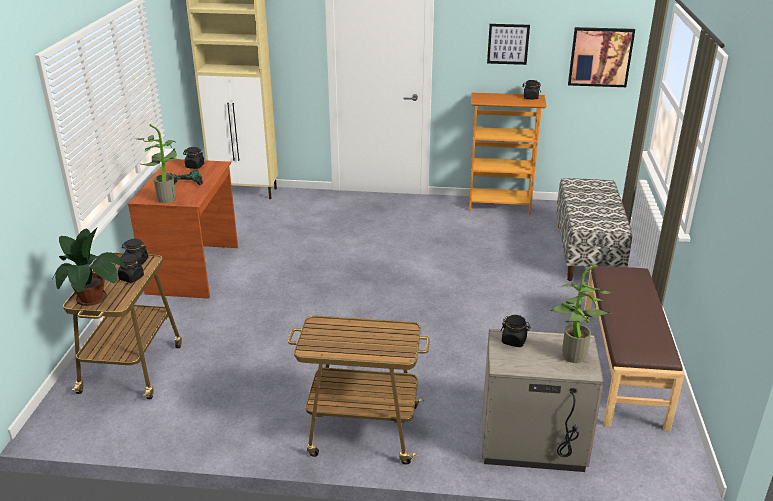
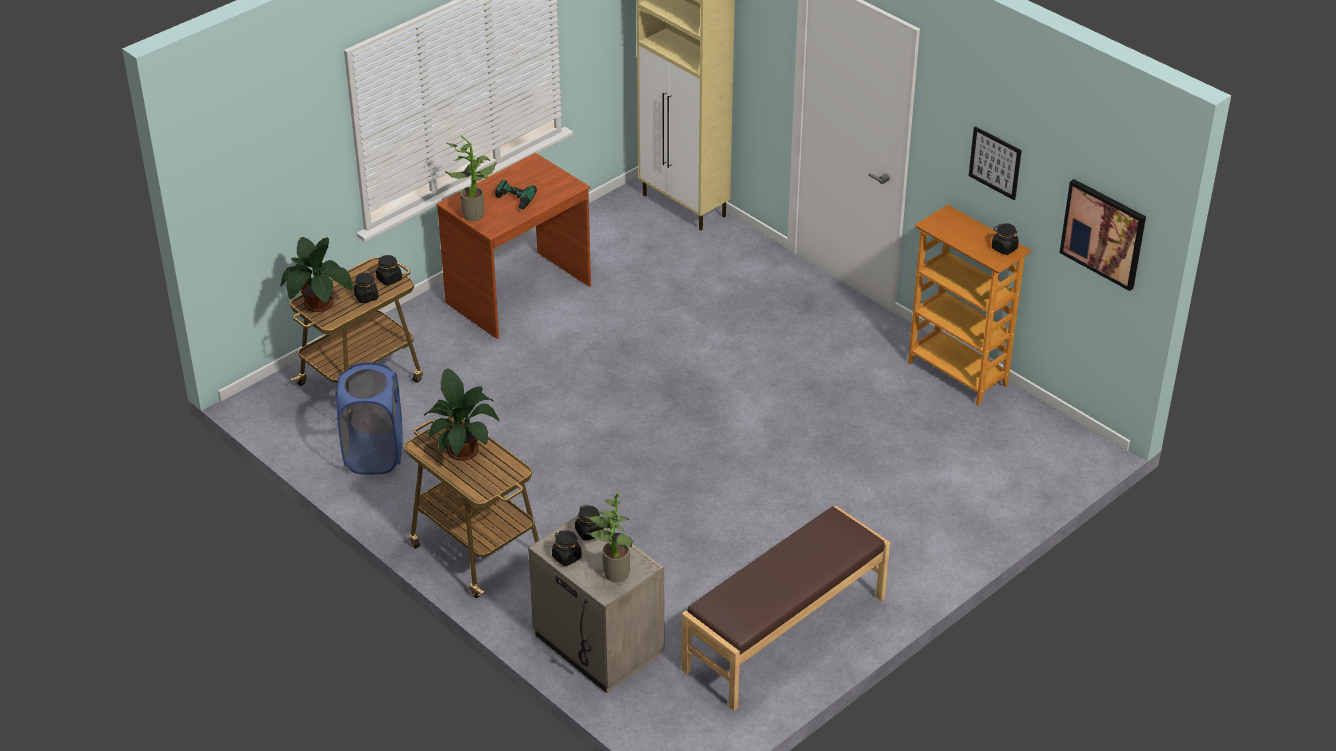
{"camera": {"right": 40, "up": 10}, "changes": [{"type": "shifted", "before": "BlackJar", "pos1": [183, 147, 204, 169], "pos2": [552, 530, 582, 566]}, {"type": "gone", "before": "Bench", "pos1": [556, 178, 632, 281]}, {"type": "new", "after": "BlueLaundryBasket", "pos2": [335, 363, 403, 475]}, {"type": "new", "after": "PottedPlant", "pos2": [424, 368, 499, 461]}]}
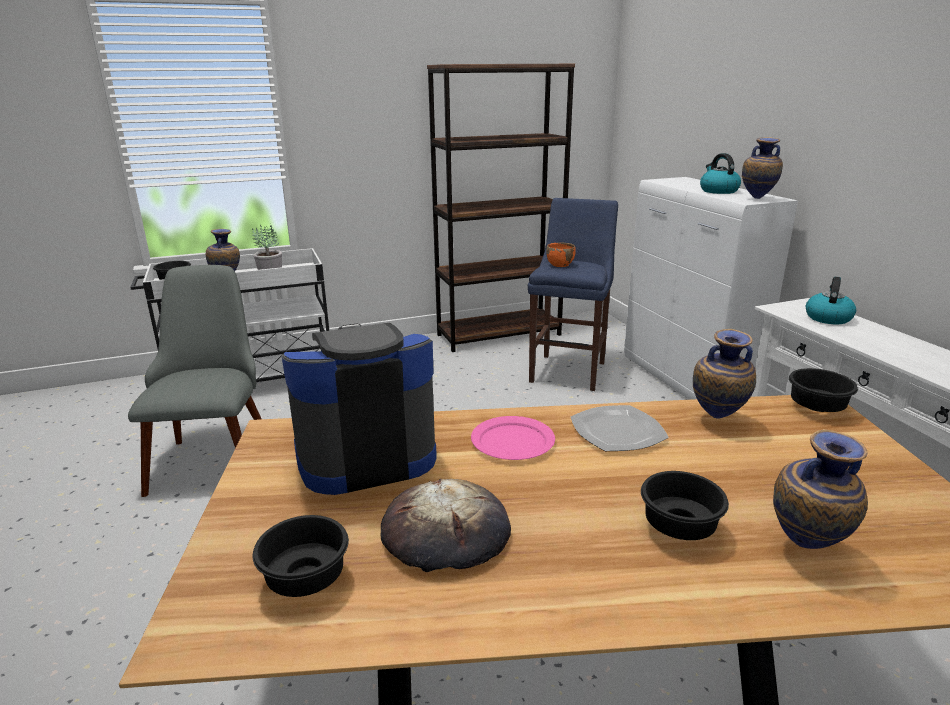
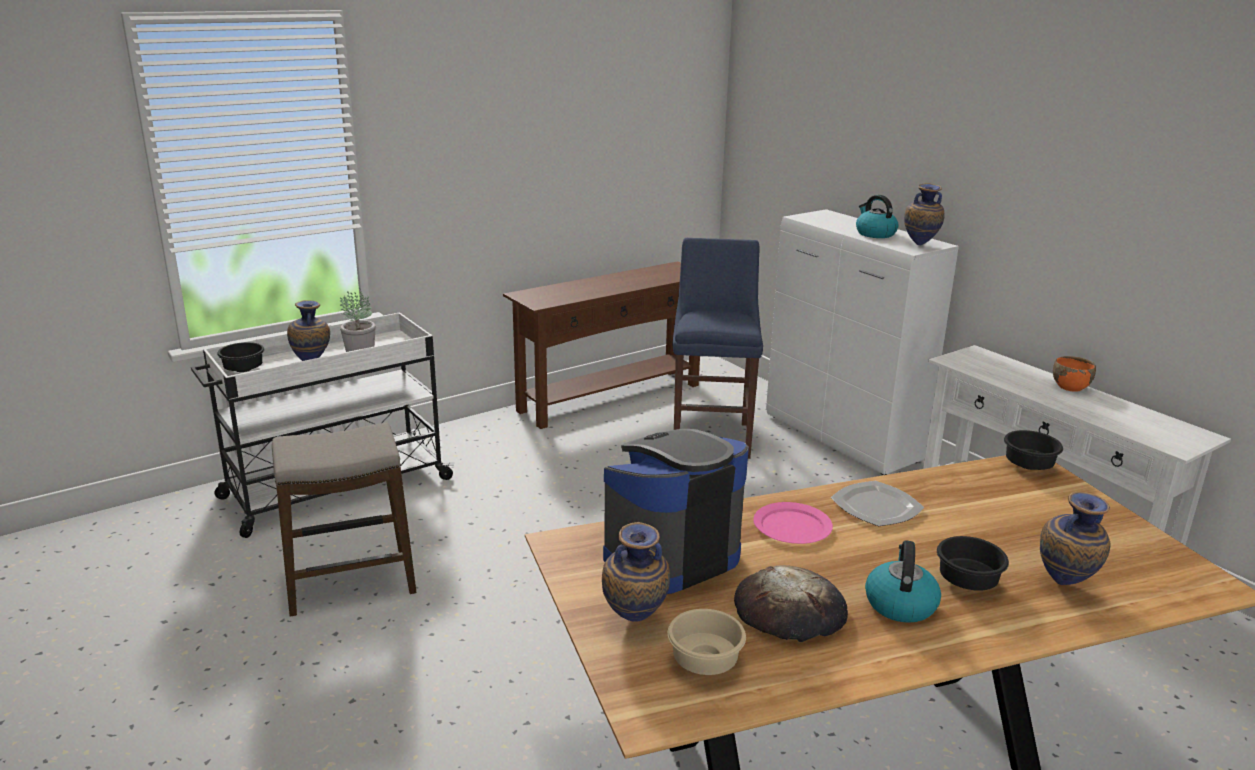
{"camera": {"right": -15, "up": 0}, "changes": [{"type": "swapped", "before": "GreyChair", "after": "Stool", "pos1": [128, 265, 261, 497], "pos2": [272, 423, 417, 617]}, {"type": "repainted", "before": "BlackBowl", "after": "BeigeBowl", "pos1": [253, 515, 349, 597], "pos2": [668, 609, 746, 675]}, {"type": "swapped", "before": "BrownBookcase", "after": "BrownConsoleTable", "pos1": [427, 64, 575, 352], "pos2": [503, 261, 700, 429]}, {"type": "shifted", "before": "OrangeBowl", "pos1": [546, 242, 576, 267], "pos2": [1053, 356, 1096, 392]}, {"type": "shifted", "before": "Vase", "pos1": [693, 329, 756, 419], "pos2": [602, 522, 670, 622]}, {"type": "shifted", "before": "Kettle", "pos1": [806, 277, 856, 324], "pos2": [865, 540, 941, 623]}]}
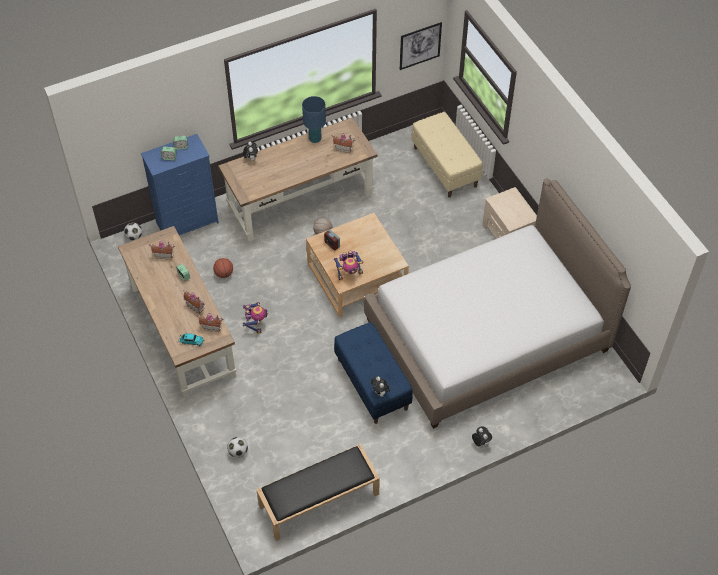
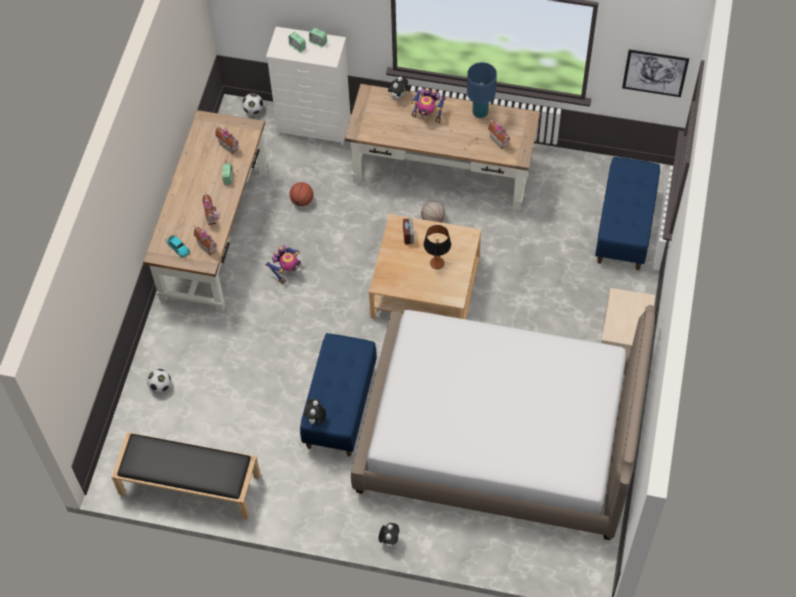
{"camera": {"right": 40, "up": 5}, "changes": [{"type": "repainted", "before": "BlueDresser", "after": "WhiteDresser", "pos1": [141, 134, 219, 235], "pos2": [266, 27, 351, 145]}, {"type": "shifted", "before": "ToyRobot", "pos1": [334, 250, 364, 280], "pos2": [411, 88, 446, 123]}, {"type": "repainted", "before": "BeigeBench", "after": "BlueBench", "pos1": [411, 112, 483, 198], "pos2": [595, 157, 660, 270]}, {"type": "new", "after": "TableLamp", "pos2": [424, 225, 451, 269]}]}
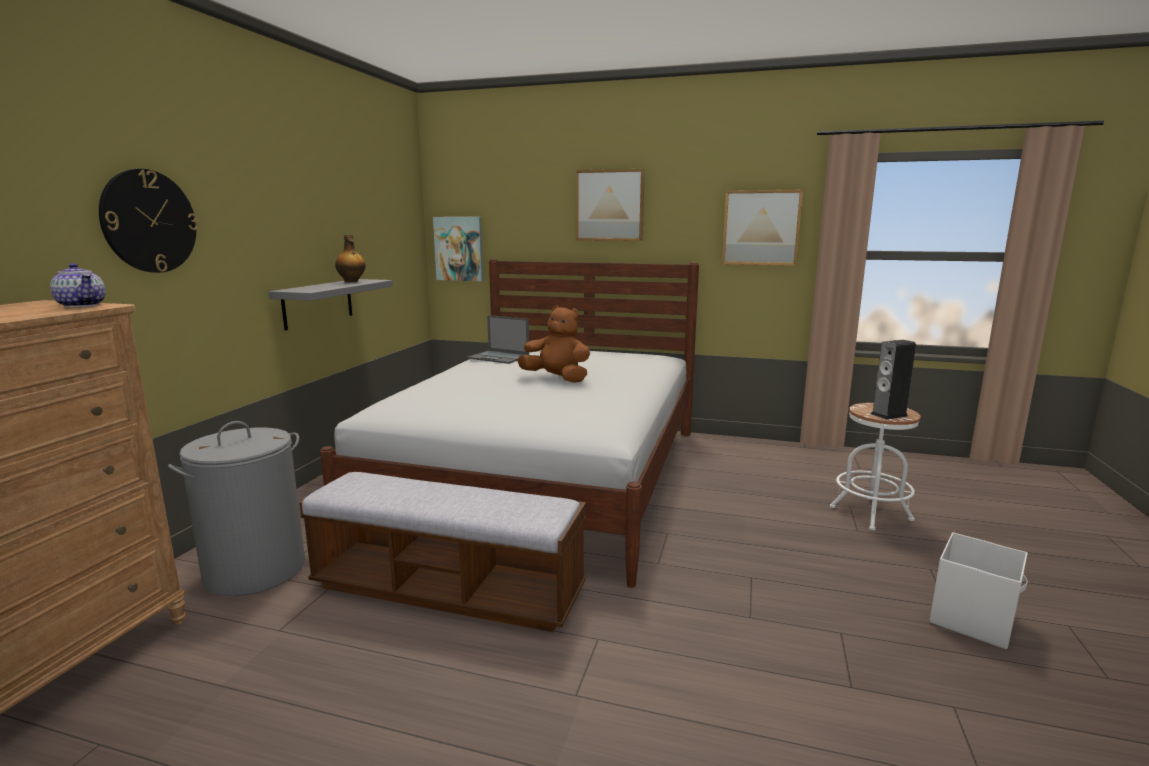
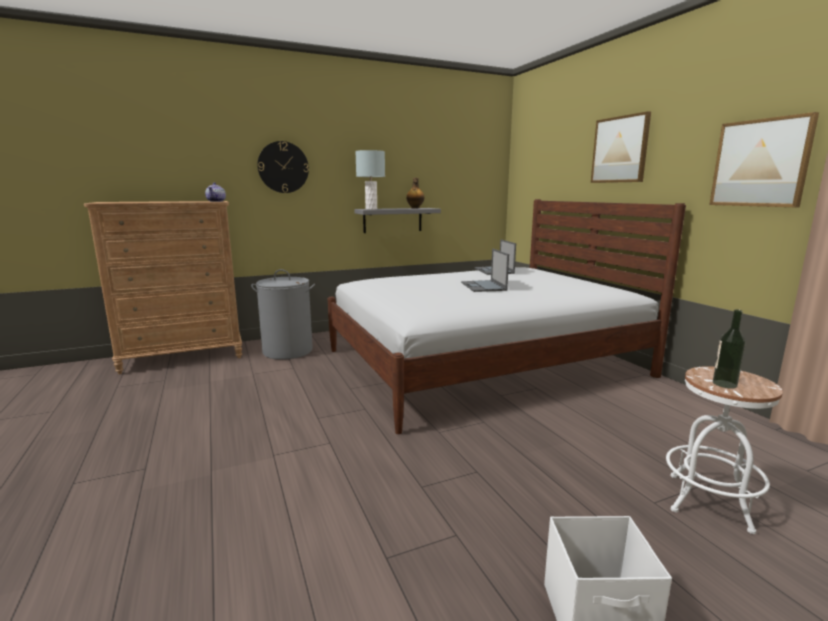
{"camera": {"right": 50, "up": 0}, "changes": [{"type": "gone", "before": "Bench", "pos1": [299, 472, 586, 632]}, {"type": "gone", "before": "Picture", "pos1": [433, 217, 483, 281]}, {"type": "swapped", "before": "BrownPlushToy", "after": "Laptop", "pos1": [517, 305, 590, 383], "pos2": [461, 249, 509, 292]}, {"type": "swapped", "before": "Speaker", "after": "Bottle", "pos1": [871, 340, 916, 420], "pos2": [713, 310, 746, 389]}, {"type": "new", "after": "GreyTableLamp", "pos2": [355, 150, 385, 209]}]}
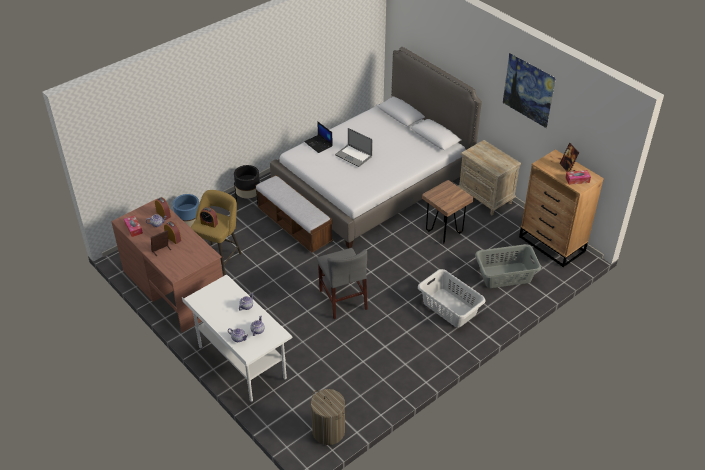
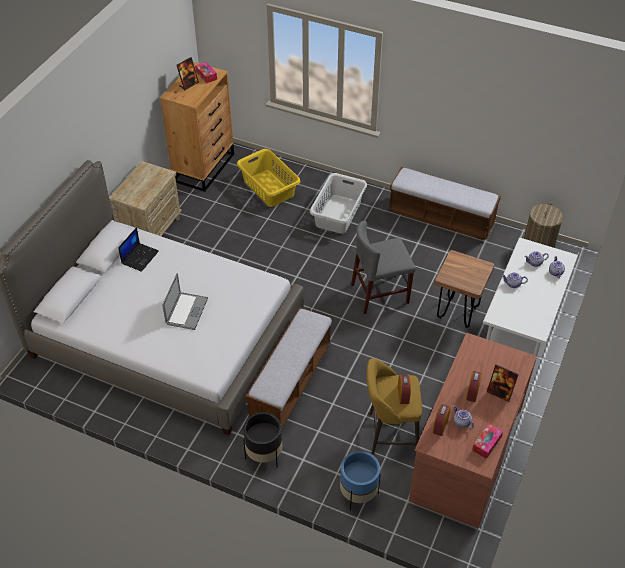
{"camera": {"right": -115, "up": 5}, "changes": [{"type": "shifted", "before": "Laptop", "pos1": [304, 121, 333, 153], "pos2": [118, 227, 159, 272]}, {"type": "rotated", "before": "GreyChair", "pos1": [317, 248, 368, 319], "pos2": [351, 221, 416, 314], "turn": -150}, {"type": "shifted", "before": "BrownStool", "pos1": [422, 180, 473, 243], "pos2": [435, 250, 494, 328]}, {"type": "repainted", "before": "GreyLaundryBasket", "after": "YellowLaundryBasket", "pos1": [475, 244, 541, 288], "pos2": [237, 149, 301, 207]}, {"type": "gone", "before": "Picture", "pos1": [503, 53, 556, 128]}, {"type": "new", "after": "Bench", "pos2": [388, 167, 501, 240]}]}
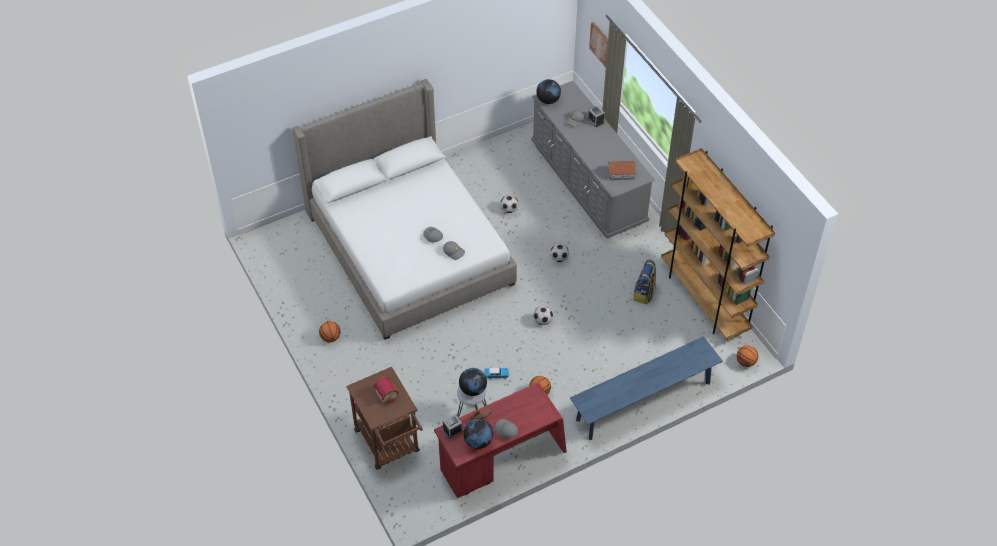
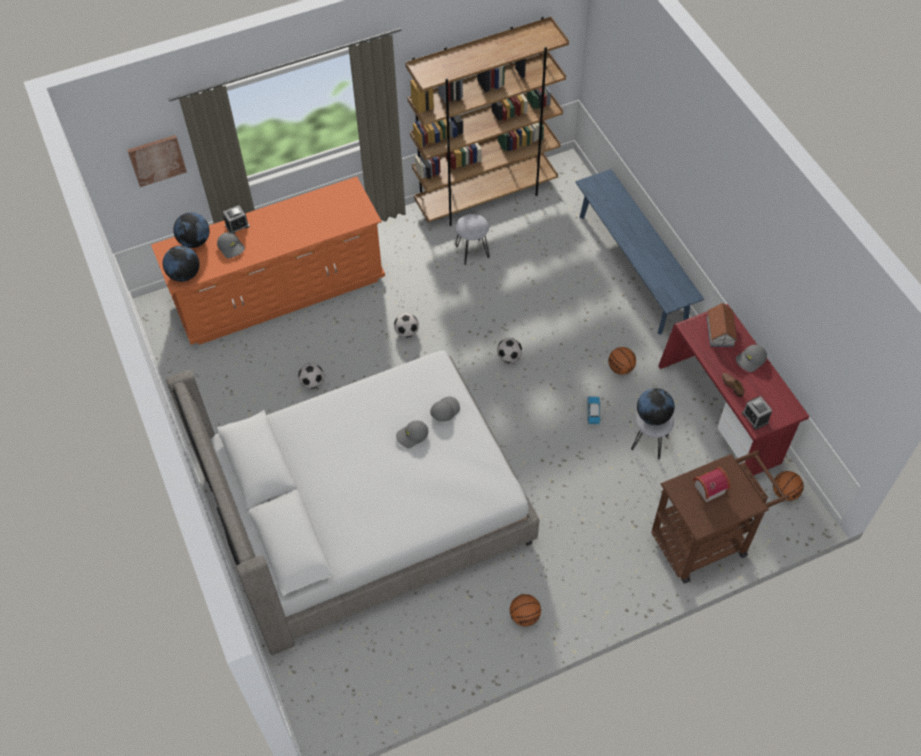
{"camera": {"right": -85, "up": 5}, "changes": [{"type": "shifted", "before": "Globe", "pos1": [463, 419, 493, 449], "pos2": [173, 212, 210, 248]}, {"type": "repainted", "before": "GreyDresser", "after": "OrangeDresser", "pos1": [531, 81, 655, 239], "pos2": [151, 176, 385, 345]}, {"type": "shifted", "before": "ToyHouse", "pos1": [607, 161, 636, 180], "pos2": [707, 303, 738, 347]}, {"type": "swapped", "before": "Backpack", "after": "GreyStool", "pos1": [633, 260, 656, 304], "pos2": [456, 214, 490, 265]}, {"type": "shifted", "before": "Basketball", "pos1": [737, 345, 758, 367], "pos2": [773, 471, 804, 501]}]}
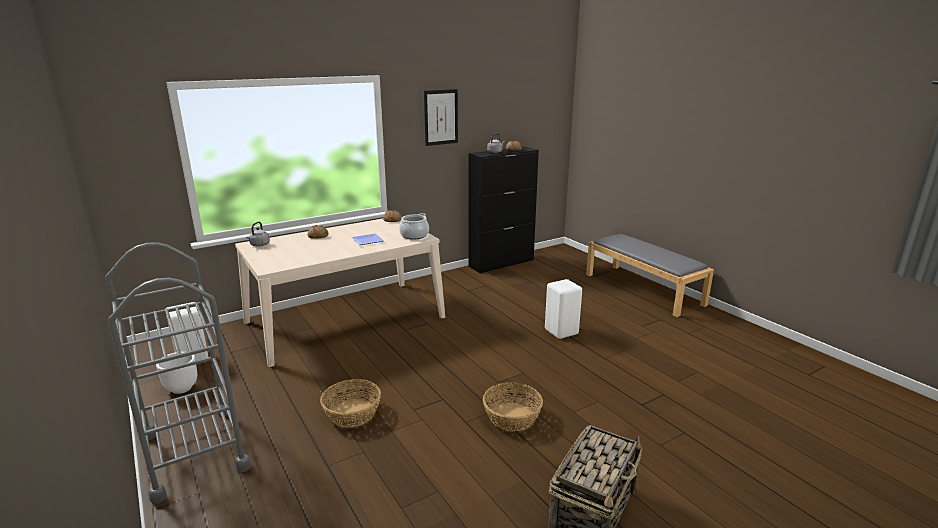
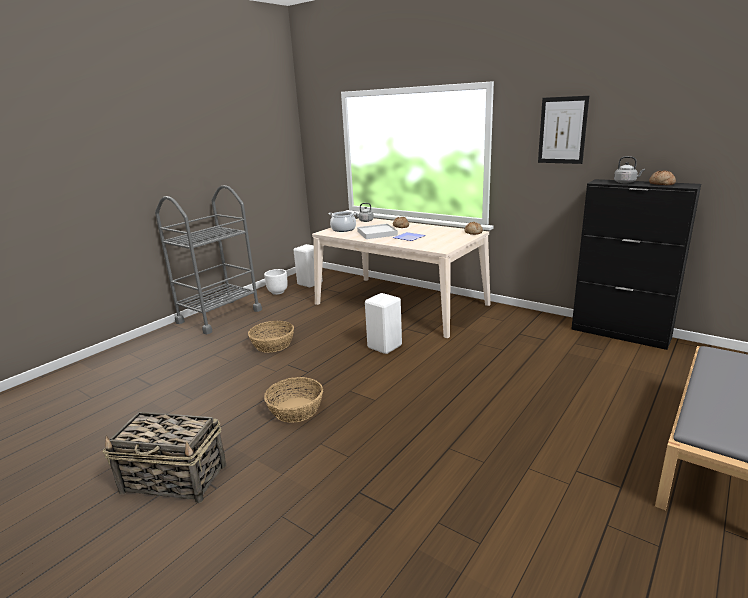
{"camera": {"right": 70, "up": 0}, "changes": [{"type": "shifted", "before": "CookingPot", "pos1": [399, 213, 429, 240], "pos2": [329, 211, 356, 232]}, {"type": "shifted", "before": "WhiteStool", "pos1": [545, 279, 582, 339], "pos2": [365, 293, 402, 354]}, {"type": "new", "after": "WhiteTray", "pos2": [357, 224, 398, 239]}]}
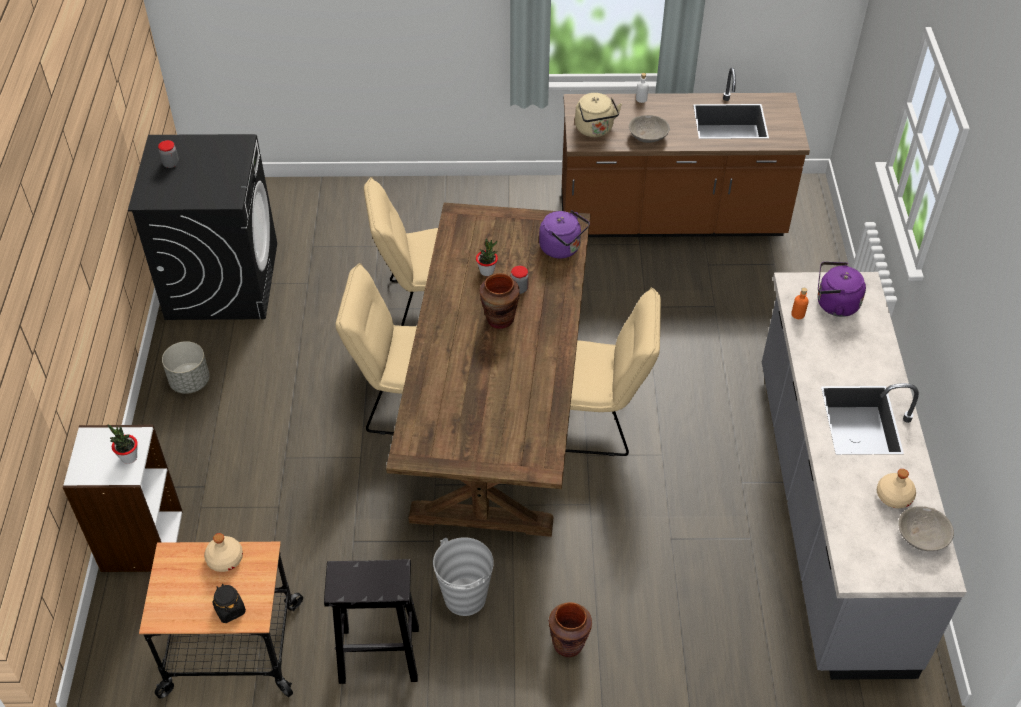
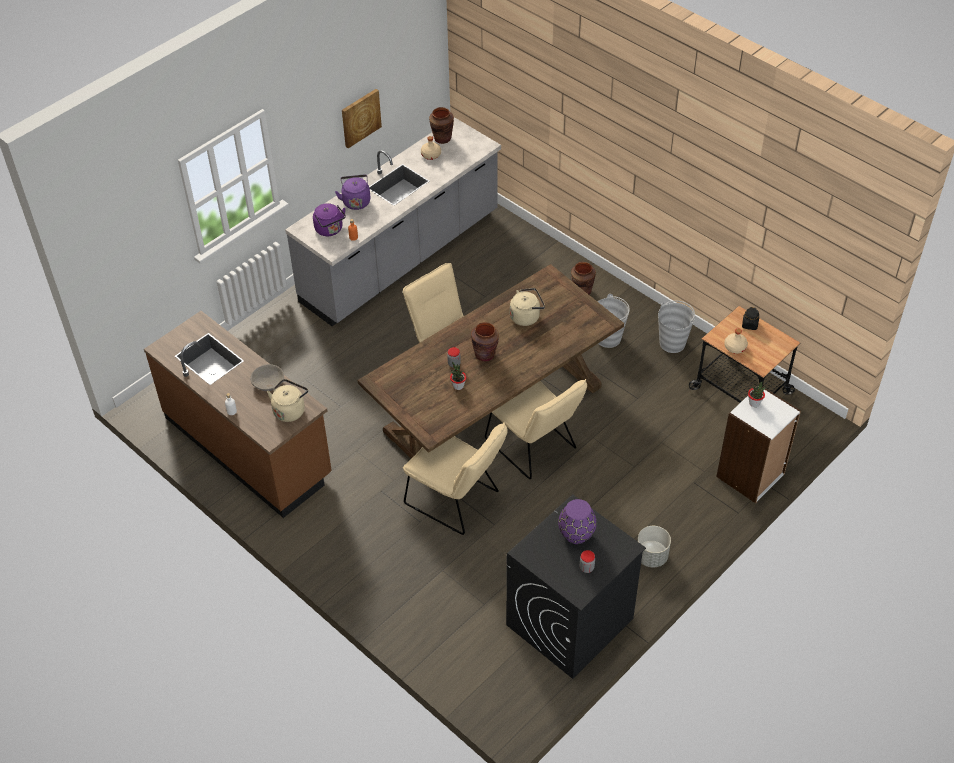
{"camera": {"right": -135, "up": 0}, "changes": [{"type": "swapped", "before": "BlackStool", "after": "GreyBucket", "pos1": [324, 559, 419, 684], "pos2": [658, 301, 695, 353]}, {"type": "shifted", "before": "PurpleKettle", "pos1": [539, 210, 590, 259], "pos2": [335, 174, 371, 210]}, {"type": "swapped", "before": "GreyBowl", "after": "BrownVase", "pos1": [898, 506, 954, 551], "pos2": [429, 107, 454, 144]}, {"type": "new", "after": "Picture", "pos2": [342, 89, 382, 148]}, {"type": "new", "after": "BeigeKettle", "pos2": [510, 288, 545, 326]}, {"type": "new", "after": "PurpleVase", "pos2": [558, 499, 597, 544]}]}
